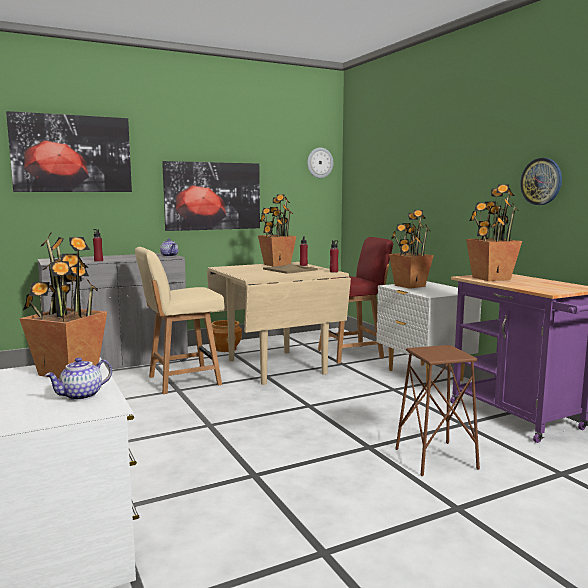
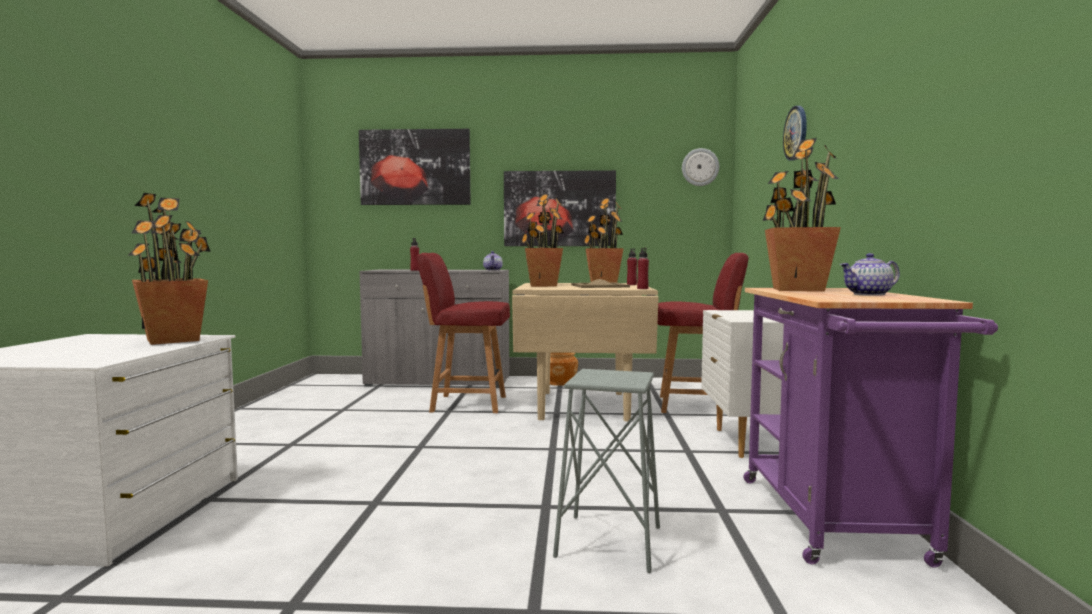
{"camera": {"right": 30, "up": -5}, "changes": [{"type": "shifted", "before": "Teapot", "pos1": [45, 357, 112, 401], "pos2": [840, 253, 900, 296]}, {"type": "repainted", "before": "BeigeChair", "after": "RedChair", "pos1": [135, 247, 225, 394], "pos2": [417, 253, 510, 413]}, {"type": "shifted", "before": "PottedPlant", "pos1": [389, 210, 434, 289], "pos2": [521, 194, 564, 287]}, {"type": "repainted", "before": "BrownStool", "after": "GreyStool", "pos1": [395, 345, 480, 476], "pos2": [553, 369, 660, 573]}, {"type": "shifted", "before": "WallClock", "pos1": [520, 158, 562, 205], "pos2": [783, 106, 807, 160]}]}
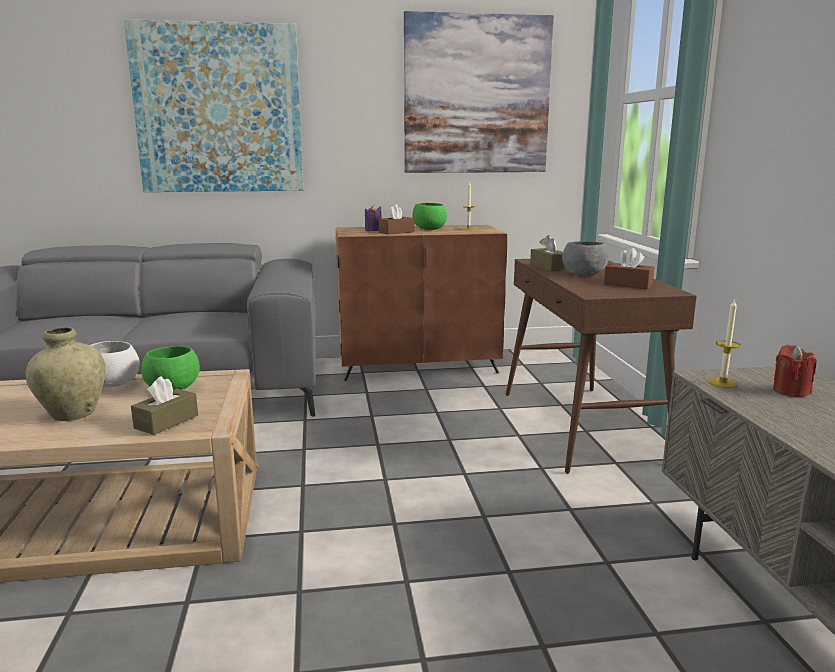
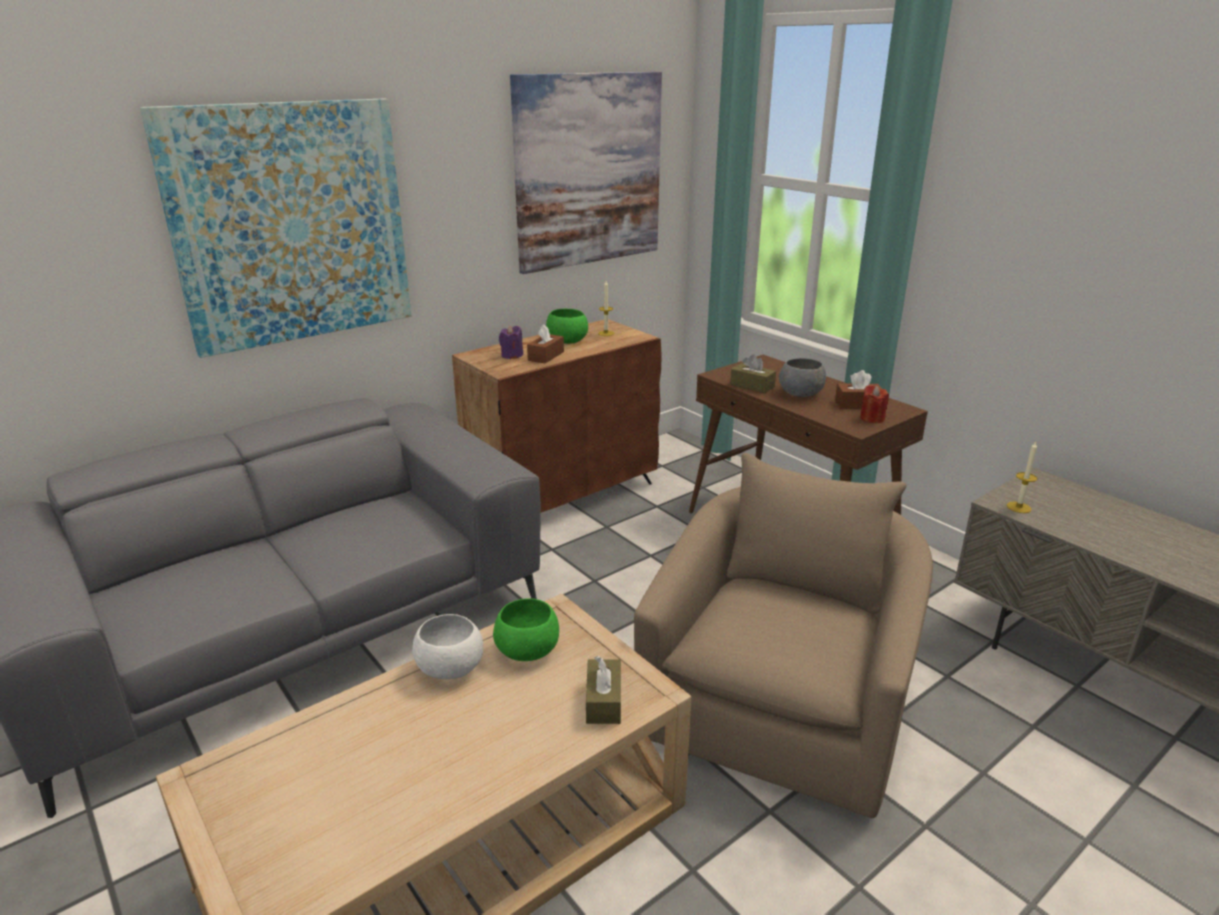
{"camera": {"right": -30, "up": 10}, "changes": [{"type": "gone", "before": "BeigeVase", "pos1": [26, 327, 105, 421]}, {"type": "shifted", "before": "RedCandle", "pos1": [773, 345, 817, 397], "pos2": [860, 385, 889, 423]}, {"type": "new", "after": "BeigeArmchair", "pos2": [634, 453, 933, 818]}]}
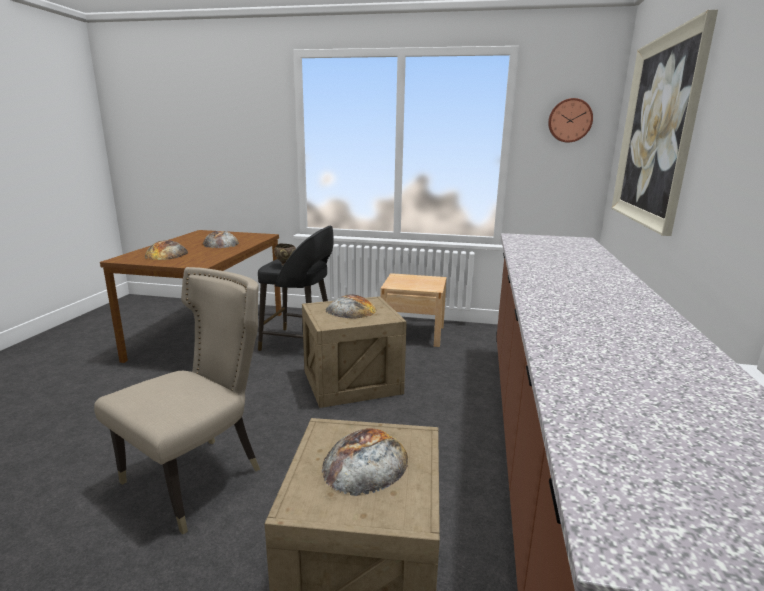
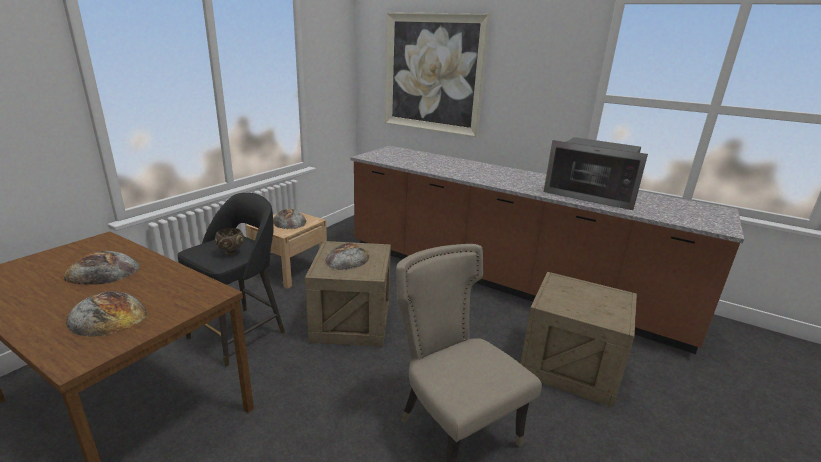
{"camera": {"right": -70, "up": 5}, "changes": [{"type": "shifted", "before": "Bread", "pos1": [322, 428, 408, 496], "pos2": [273, 209, 306, 229]}, {"type": "gone", "before": "WallClock", "pos1": [548, 98, 593, 142]}, {"type": "new", "after": "Microwave", "pos2": [544, 137, 648, 210]}]}
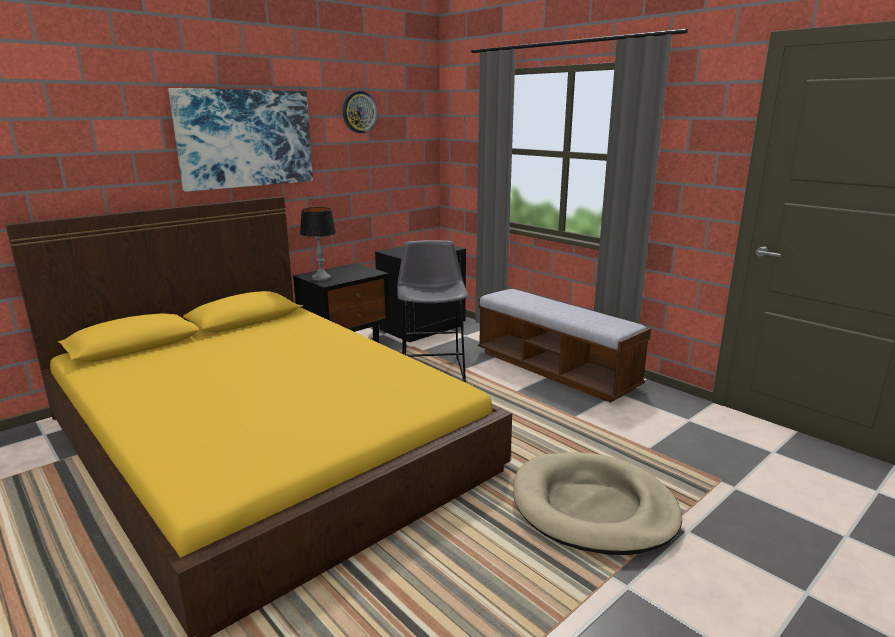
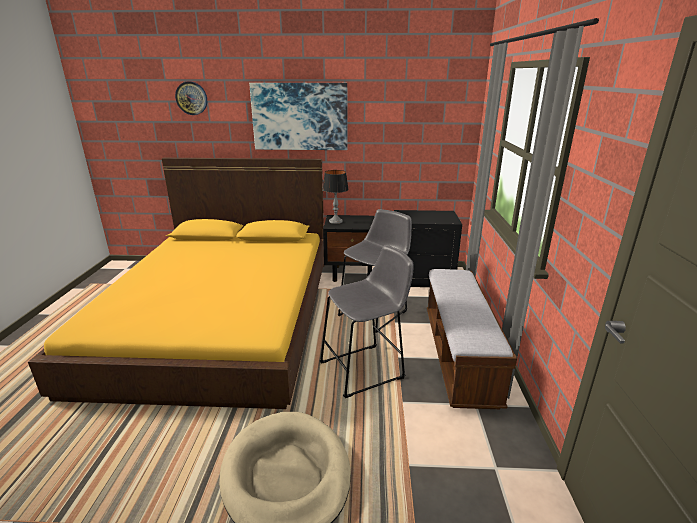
{"camera": {"right": 45, "up": 5}, "changes": [{"type": "shifted", "before": "WallClock", "pos1": [343, 91, 378, 133], "pos2": [175, 81, 207, 115]}, {"type": "new", "after": "GreyStool", "pos2": [319, 245, 414, 398]}]}
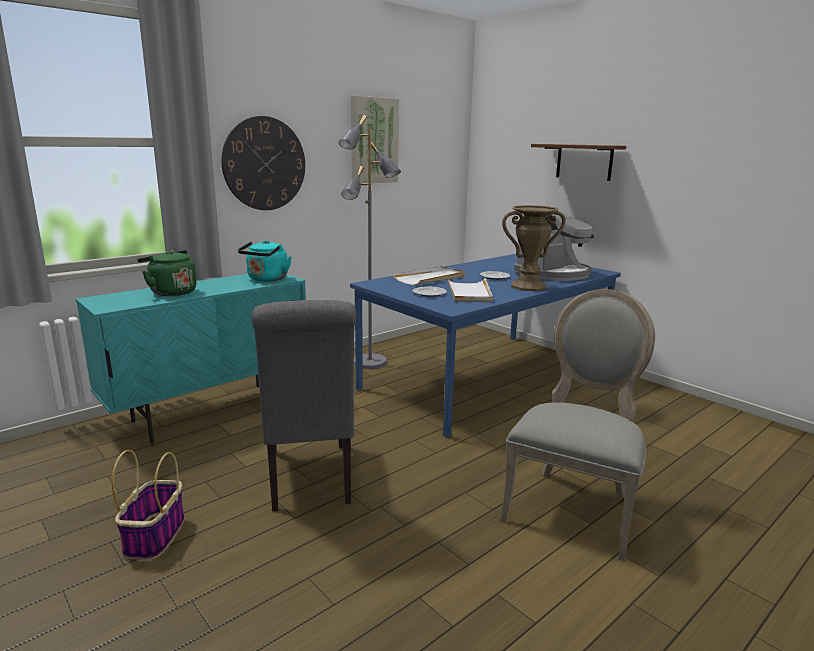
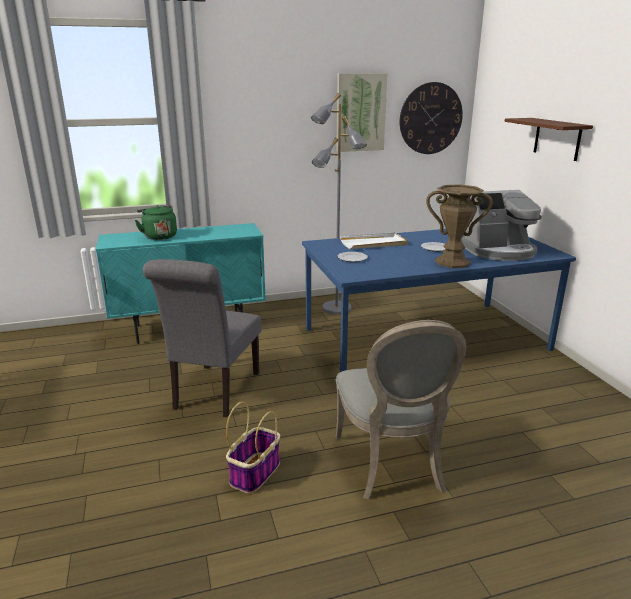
{"camera": {"right": 25, "up": 5}, "changes": [{"type": "shifted", "before": "Basket", "pos1": [112, 450, 185, 560], "pos2": [226, 402, 280, 493]}, {"type": "shifted", "before": "WallClock", "pos1": [221, 116, 305, 210], "pos2": [400, 82, 463, 154]}, {"type": "gone", "before": "TurquoiseKettle", "pos1": [238, 240, 292, 282]}, {"type": "gone", "before": "WhiteTray", "pos1": [447, 277, 493, 302]}, {"type": "rotated", "before": "GreyChair", "pos1": [500, 289, 655, 562], "pos2": [336, 320, 466, 500], "turn": 120}]}
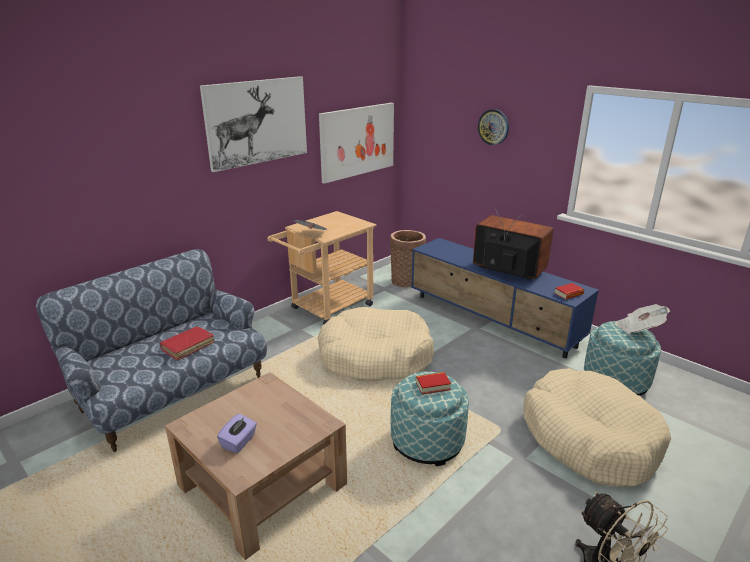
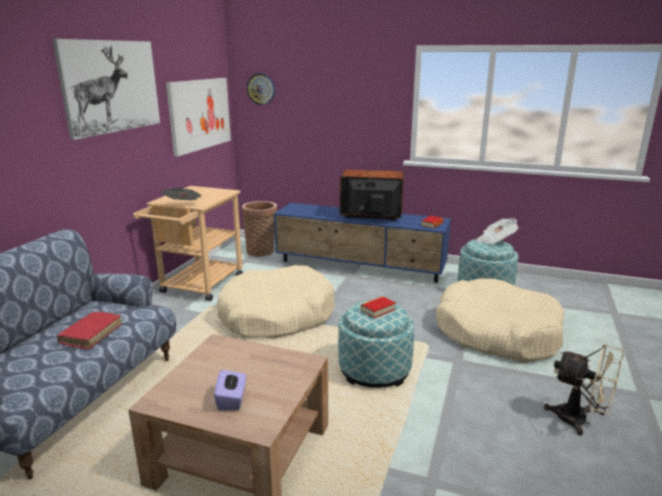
{"camera": {"right": -25, "up": -5}, "changes": [{"type": "shifted", "before": "WallClock", "pos1": [478, 109, 509, 145], "pos2": [247, 73, 275, 105]}]}
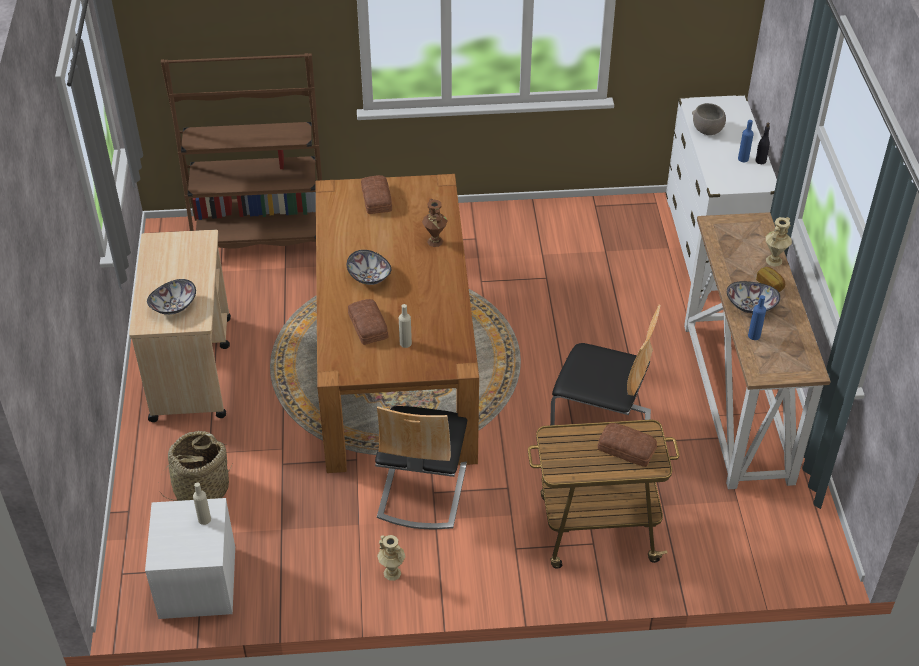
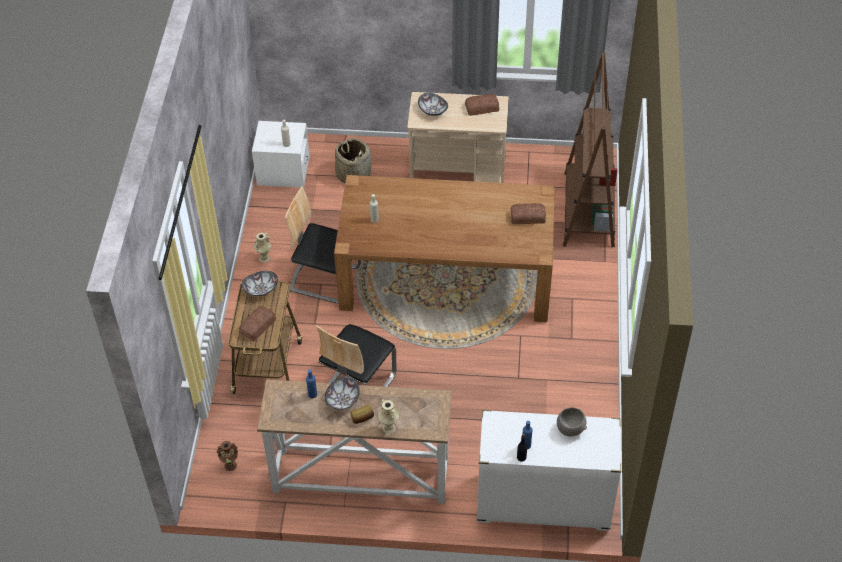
{"camera": {"right": 100, "up": 5}, "changes": [{"type": "shifted", "before": "Bowl", "pos1": [347, 250, 391, 285], "pos2": [241, 271, 278, 296]}, {"type": "shifted", "before": "Bread", "pos1": [348, 299, 389, 345], "pos2": [465, 94, 499, 116]}, {"type": "shifted", "before": "BrownVase", "pos1": [422, 198, 447, 247], "pos2": [217, 441, 238, 471]}]}
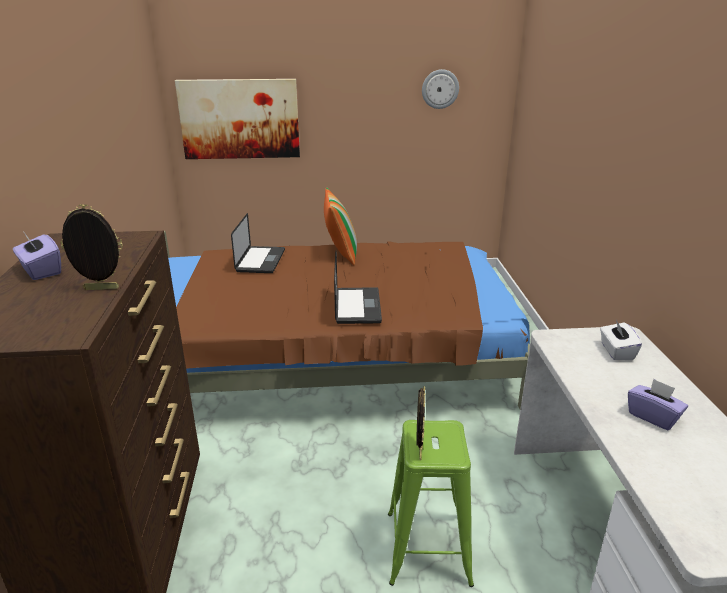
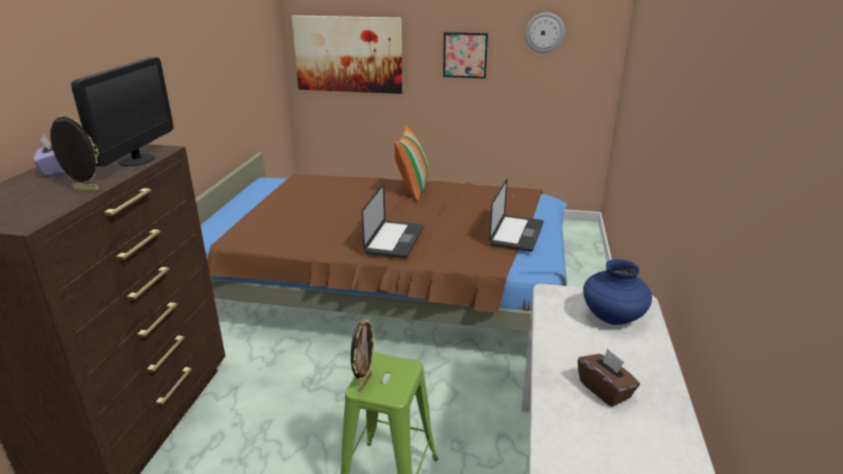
{"camera": {"right": 15, "up": 0}, "changes": [{"type": "shifted", "before": "Laptop", "pos1": [231, 213, 285, 273], "pos2": [489, 179, 544, 252]}, {"type": "swapped", "before": "WhiteTissueBox", "after": "BlueVase", "pos1": [600, 320, 642, 360], "pos2": [583, 259, 652, 325]}, {"type": "repainted", "before": "PurpleTissueBox", "after": "BrownTissueBox", "pos1": [628, 379, 688, 430], "pos2": [578, 349, 640, 407]}, {"type": "new", "after": "Monitor", "pos2": [71, 57, 173, 166]}, {"type": "new", "after": "Picture", "pos2": [443, 32, 488, 79]}]}
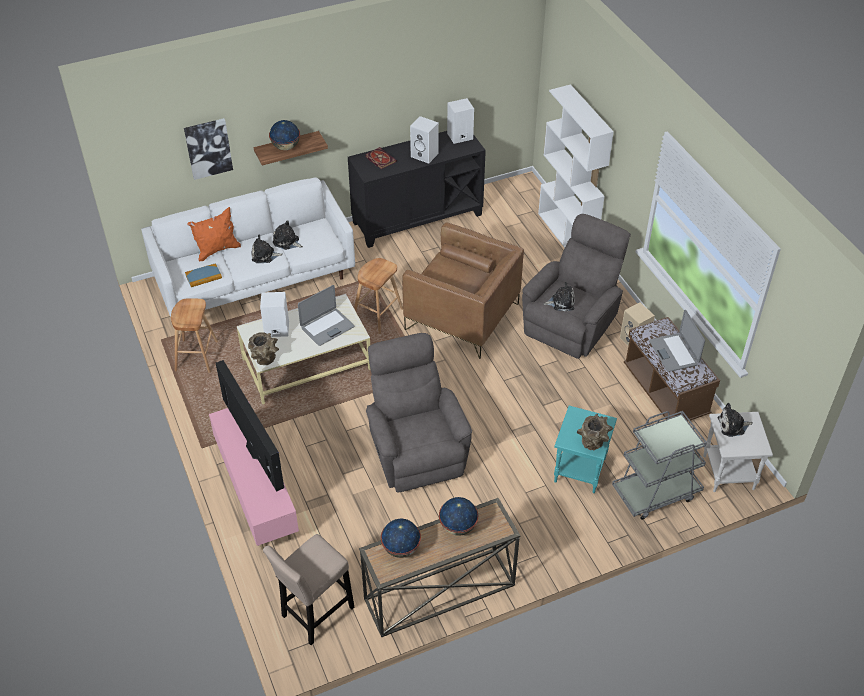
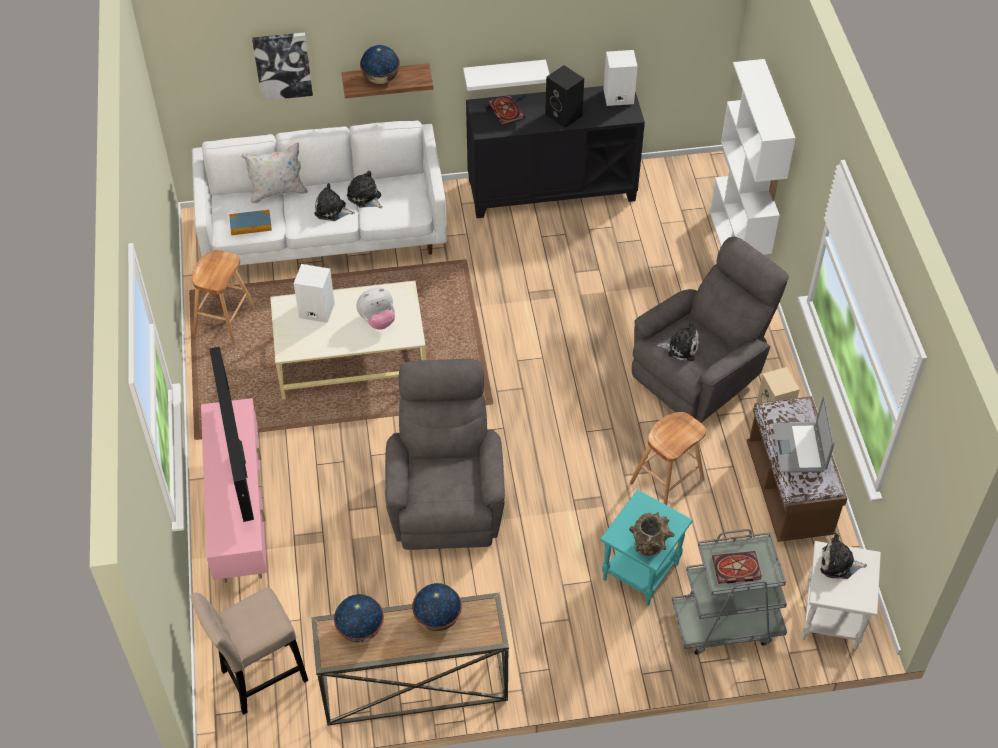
{"camera": {"right": 15, "up": 5}, "changes": [{"type": "repainted", "before": "OrangePillow", "after": "WhitePillow", "pos1": [188, 207, 241, 262], "pos2": [242, 142, 308, 203]}, {"type": "gone", "before": "BrownVase", "pos1": [248, 332, 279, 365]}, {"type": "swapped", "before": "Laptop", "after": "PlushToy", "pos1": [298, 285, 354, 346], "pos2": [357, 288, 395, 329]}, {"type": "shifted", "before": "BrownStool", "pos1": [354, 258, 403, 334], "pos2": [630, 412, 706, 505]}, {"type": "gone", "before": "BrownArmchair", "pos1": [402, 222, 524, 359]}, {"type": "repainted", "before": "WhiteSpeaker", "after": "BlackSpeaker", "pos1": [410, 116, 439, 164], "pos2": [545, 65, 584, 128]}, {"type": "new", "after": "WhiteShelf", "pos2": [463, 60, 550, 91]}, {"type": "new", "after": "Book", "pos2": [712, 551, 762, 584]}]}
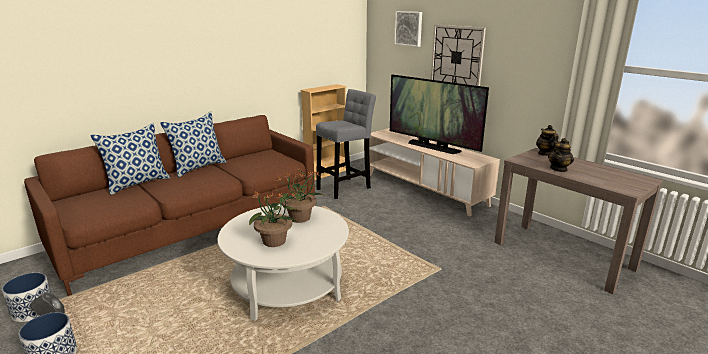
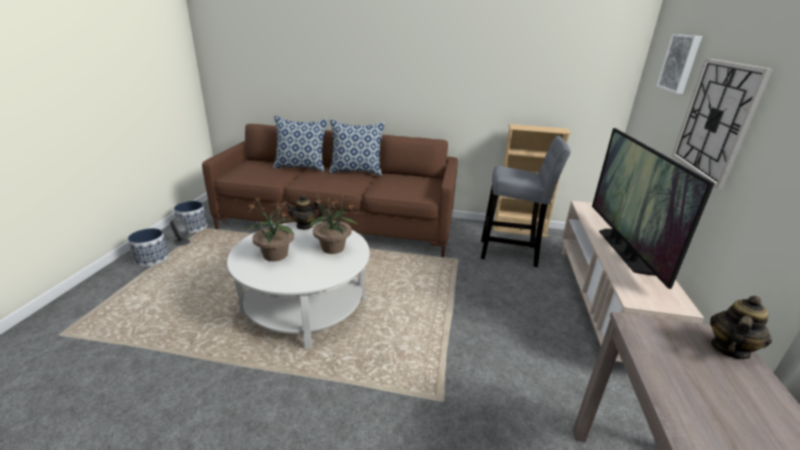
{"camera": {"right": 50, "up": 5}, "changes": [{"type": "shifted", "before": "Teapot", "pos1": [548, 138, 574, 172], "pos2": [285, 195, 324, 230]}]}
